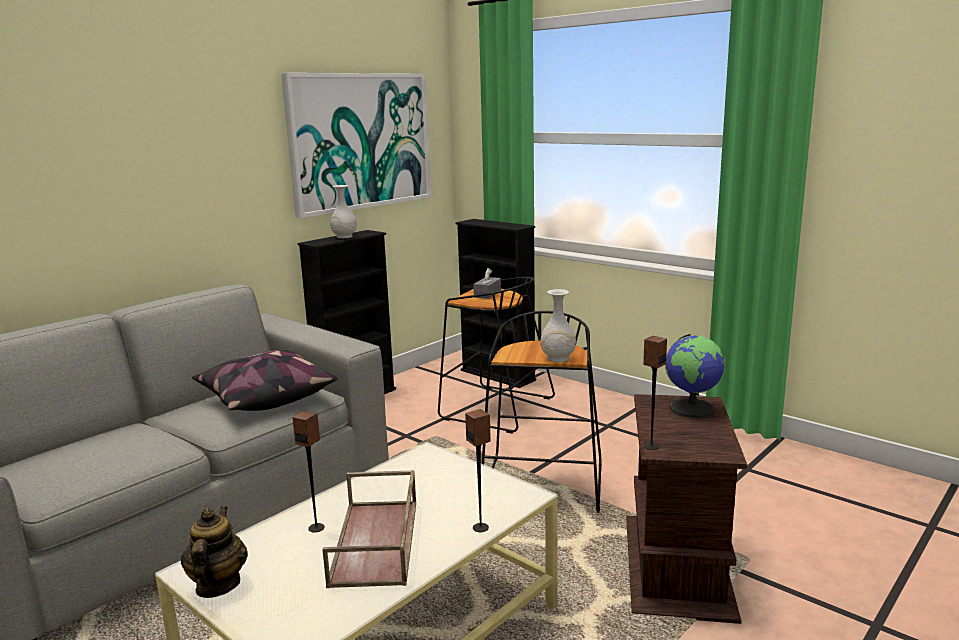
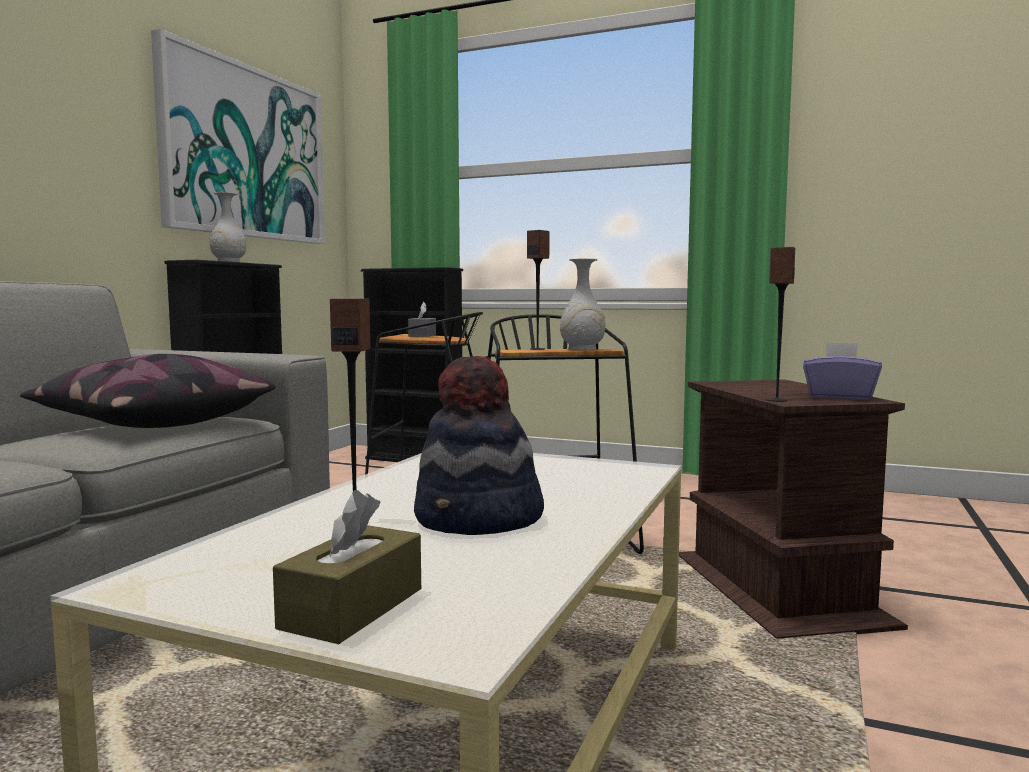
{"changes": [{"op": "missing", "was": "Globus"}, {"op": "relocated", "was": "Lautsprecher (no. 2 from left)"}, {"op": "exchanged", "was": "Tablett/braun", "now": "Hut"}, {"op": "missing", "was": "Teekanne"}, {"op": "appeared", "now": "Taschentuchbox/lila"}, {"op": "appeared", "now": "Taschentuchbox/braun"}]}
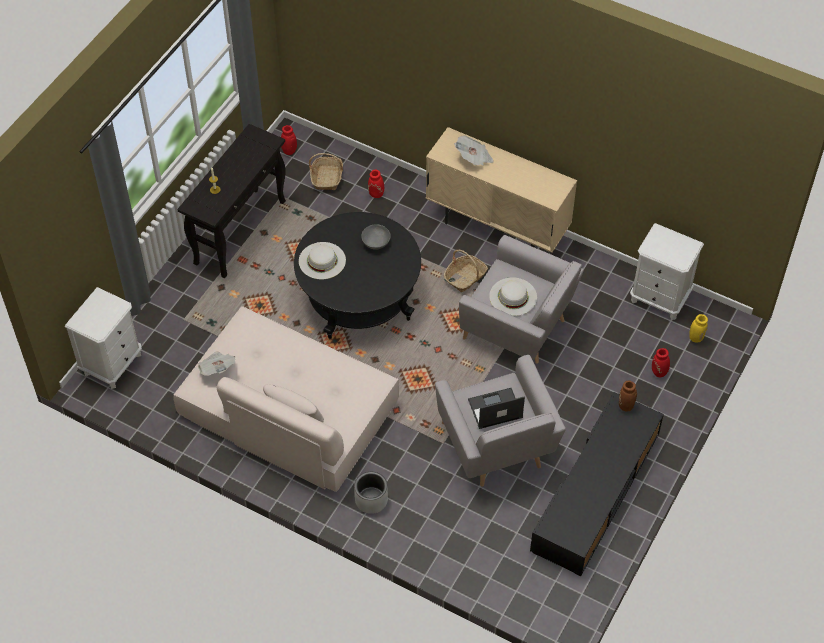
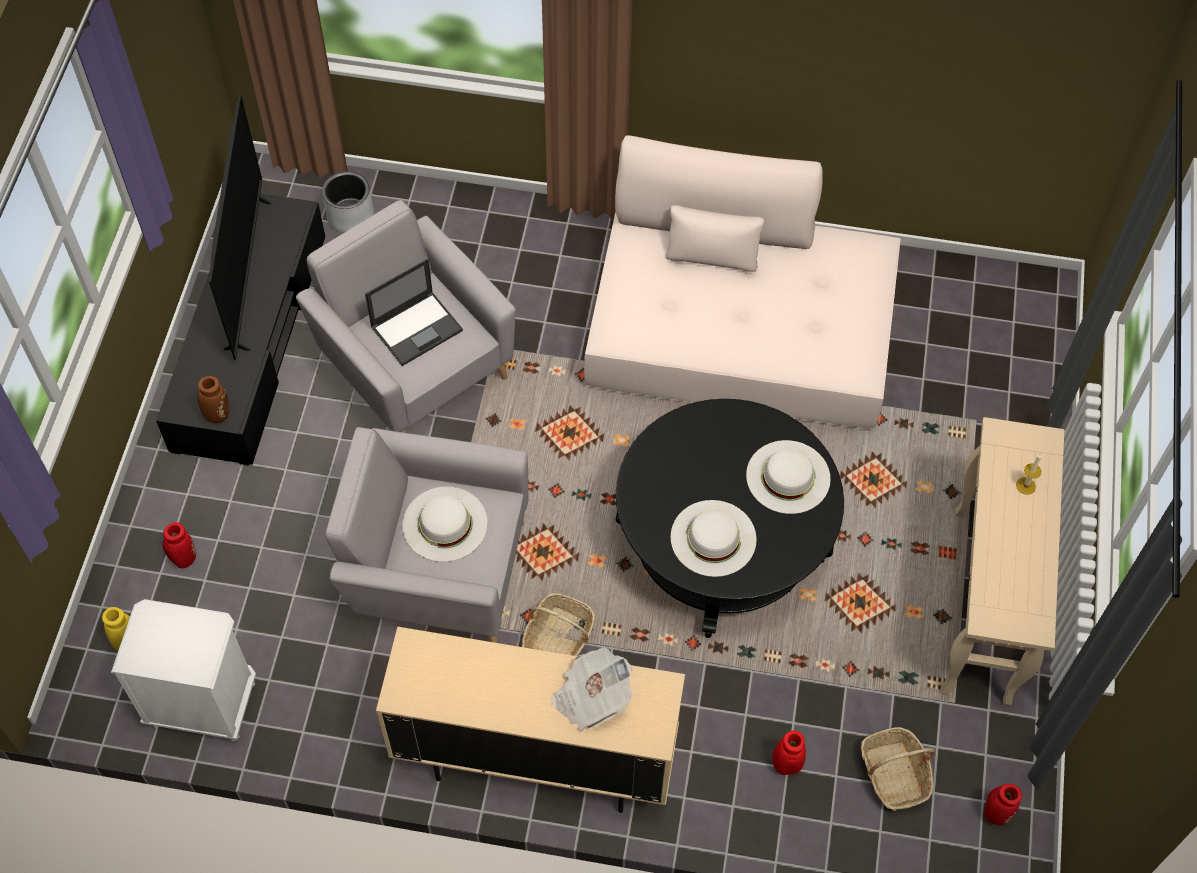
{"changes": [{"op": "colour", "was": "Konsolentisch/schwarz", "now": "Konsolentisch/beige"}, {"op": "exchanged", "was": "Schüssel/grau", "now": "Hut/weiß (no. 2 from left)"}, {"op": "missing", "was": "Nachttisch/weiß (no. 1 from left)"}, {"op": "missing", "was": "Zeitung (no. 1 from left)"}, {"op": "relocated", "was": "Pflanzkübel/grau"}, {"op": "appeared", "now": "Fernseher"}]}
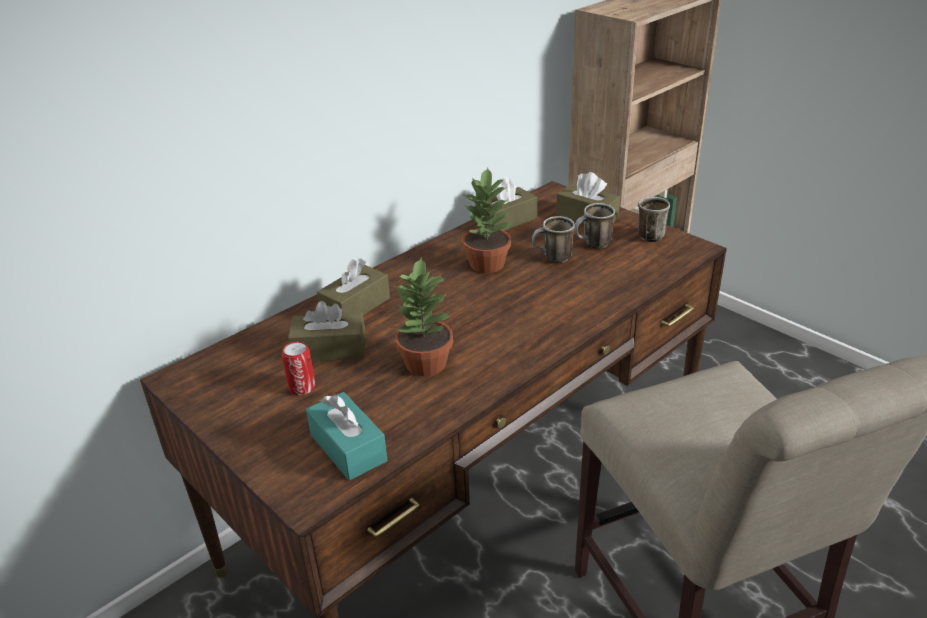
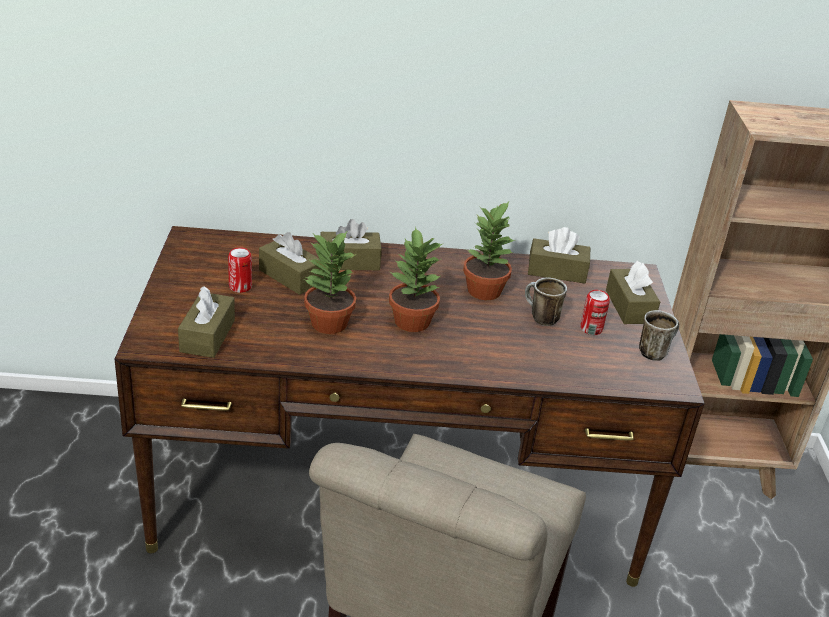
{"changes": [{"op": "exchanged", "was": "Henkelbecher (no. 2 from left)", "now": "Dose (no. 2 from left)"}, {"op": "colour", "was": "Taschentuchbox/türkis", "now": "Taschentuchbox/braun (no. 1 from left)"}, {"op": "appeared", "now": "Topfpflanze (no. 2 from left)"}]}
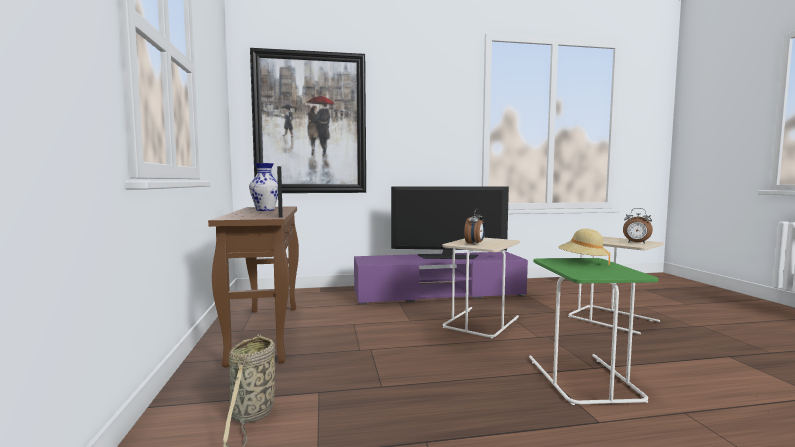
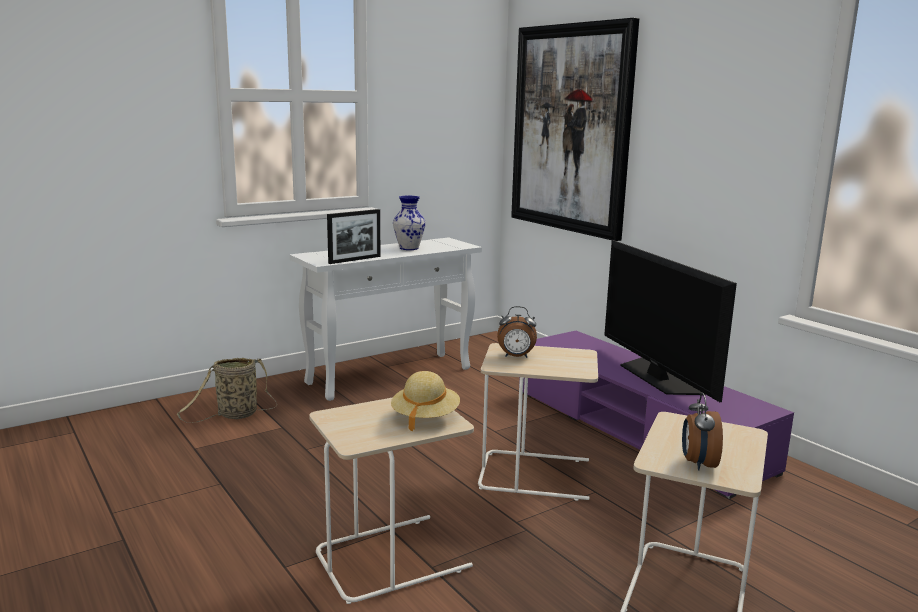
{"changes": [{"op": "colour", "was": "Konsolentisch/braun", "now": "Konsolentisch/weiß"}, {"op": "colour", "was": "Beistelltisch/grün", "now": "Beistelltisch/beige (no. 1 from left)"}]}
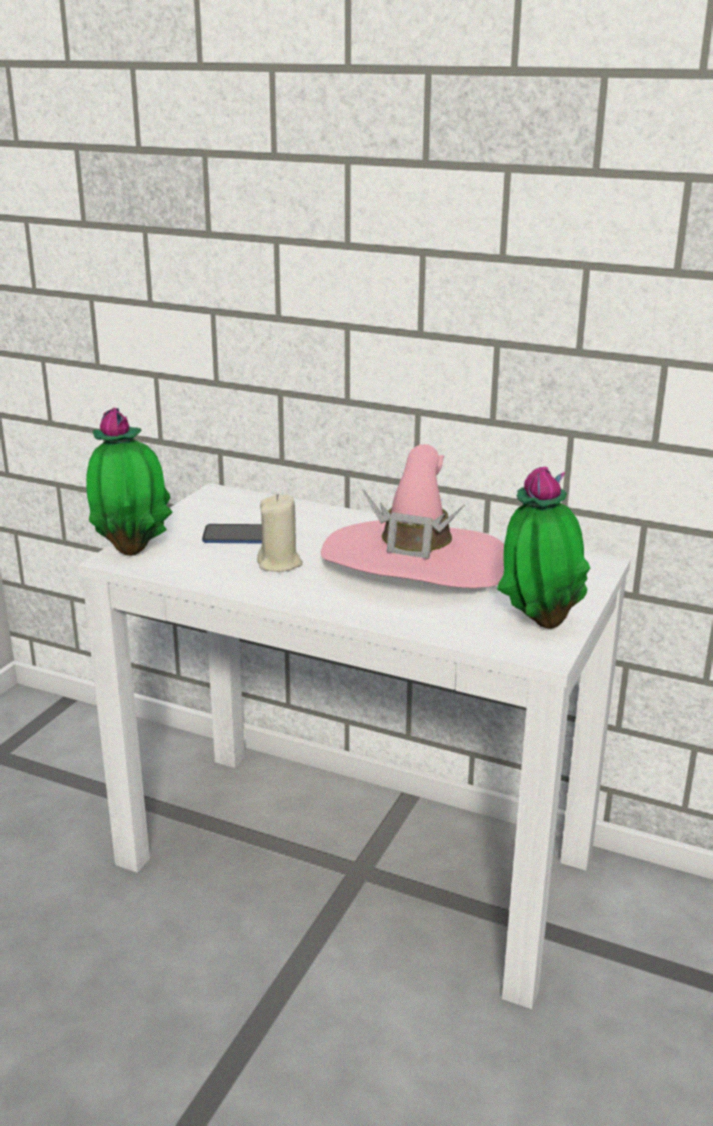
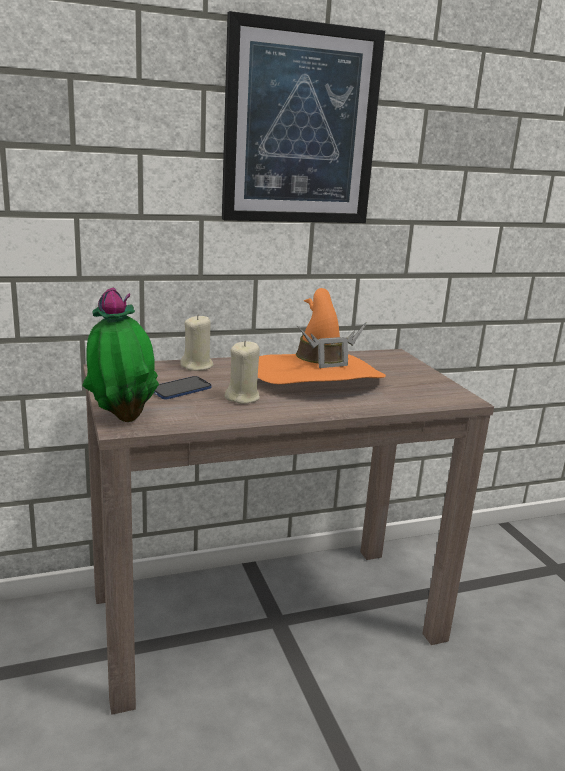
{"changes": [{"op": "colour", "was": "Hut/rosa", "now": "Hut/orange"}, {"op": "missing", "was": "Topfpflanze (no. 2 from left)"}, {"op": "colour", "was": "Konsolentisch/weiß", "now": "Konsolentisch/braun"}, {"op": "appeared", "now": "Bild"}, {"op": "appeared", "now": "Kerze/beige (no. 1 from left)"}]}
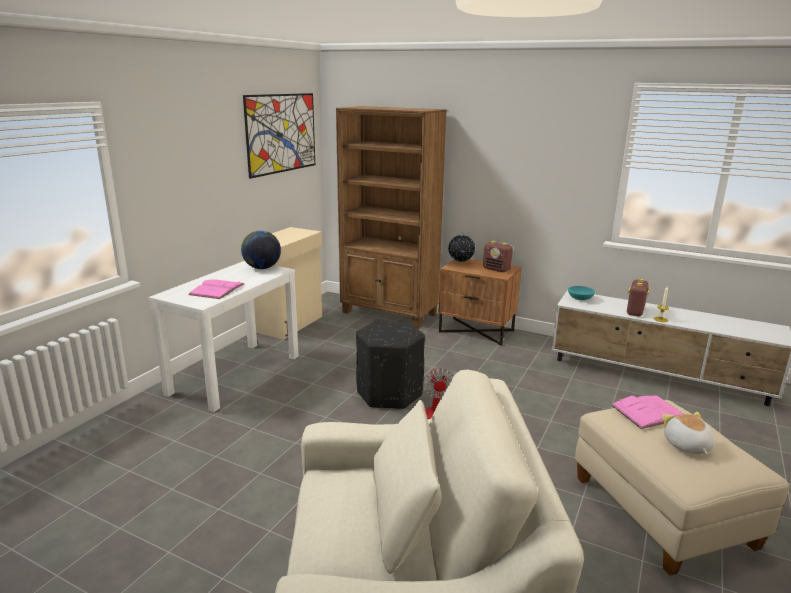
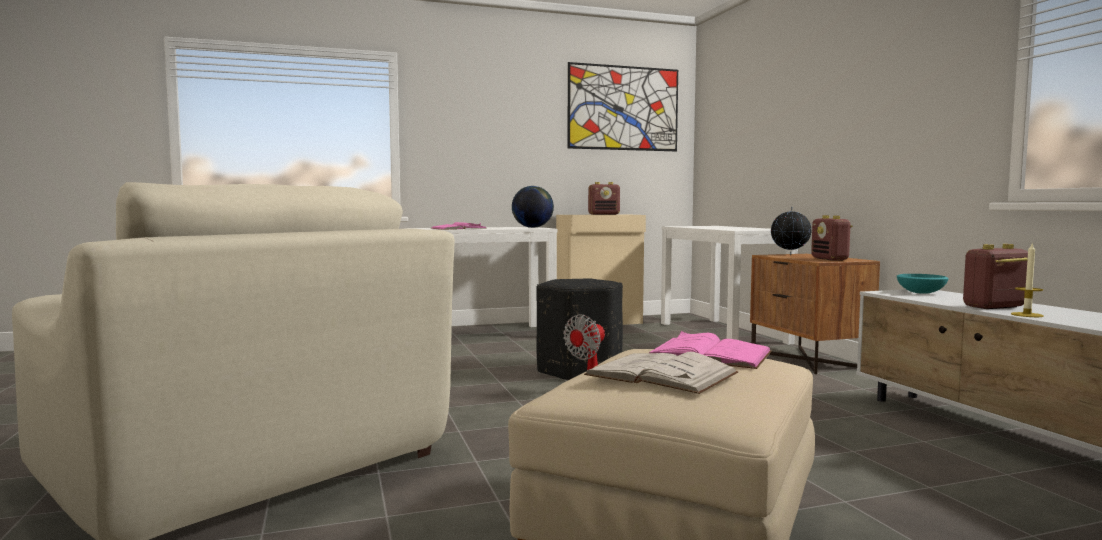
{"changes": [{"op": "exchanged", "was": "Bücherregal/braun", "now": "Konsolentisch/weiß (no. 2 from left)"}, {"op": "exchanged", "was": "Plüschtier", "now": "Buch/weiß"}, {"op": "appeared", "now": "Radio (no. 1 from left)"}]}
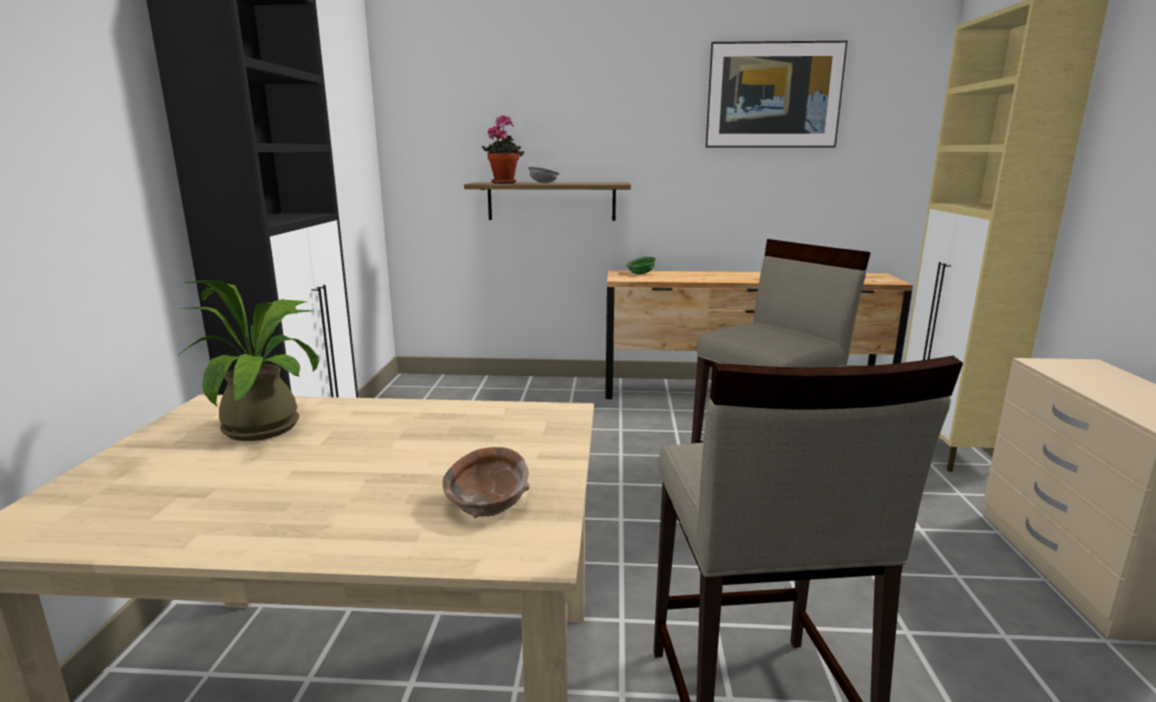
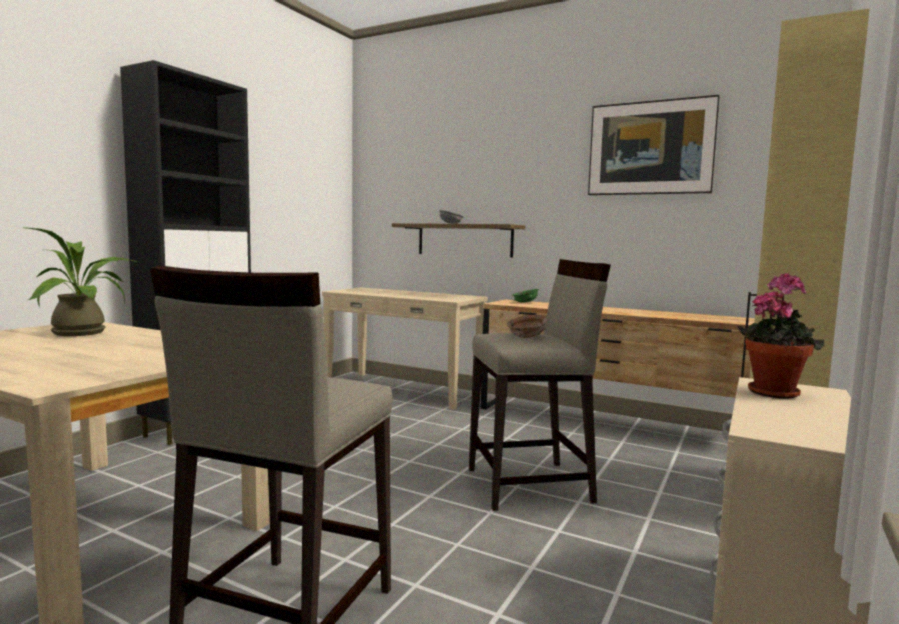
{"changes": [{"op": "relocated", "was": "Topfpflanze (no. 2 from left)"}, {"op": "relocated", "was": "Schüssel/braun"}, {"op": "appeared", "now": "Konsolentisch/beige"}]}
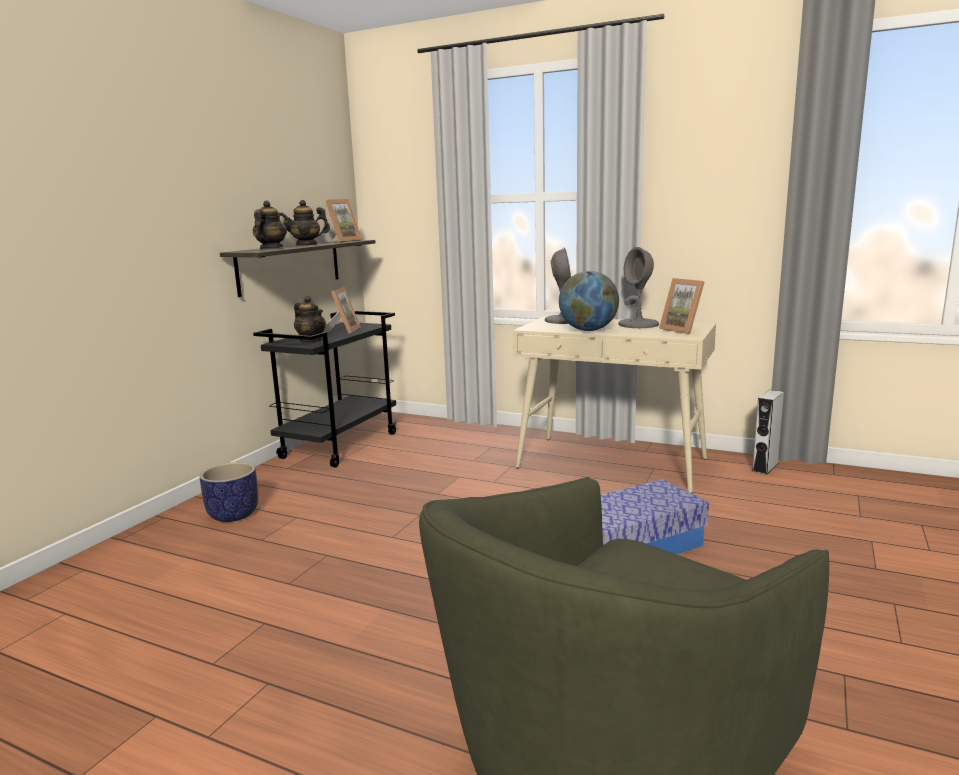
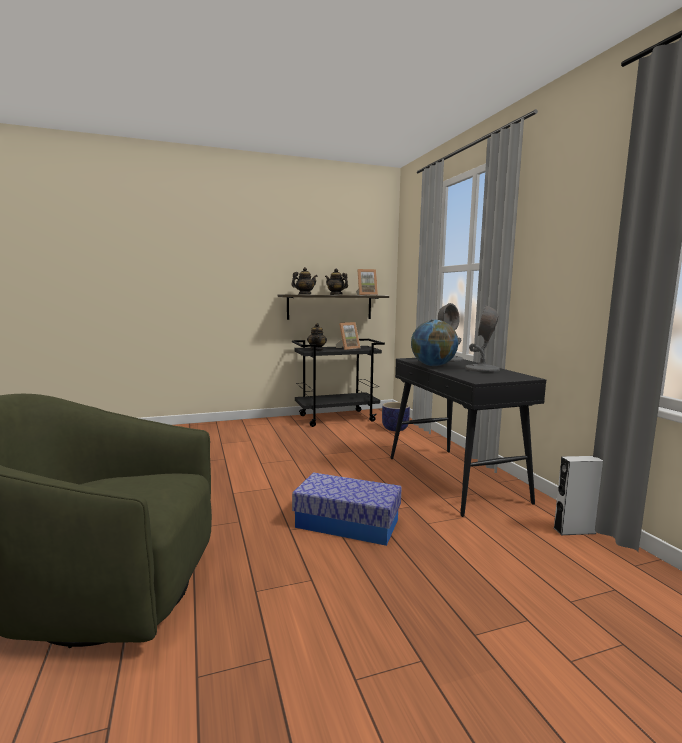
{"changes": [{"op": "missing", "was": "Bilderrahmen (no. 3 from left)"}, {"op": "colour", "was": "Konsolentisch/beige", "now": "Konsolentisch/schwarz"}, {"op": "relocated", "was": "Pflanzkübel"}]}
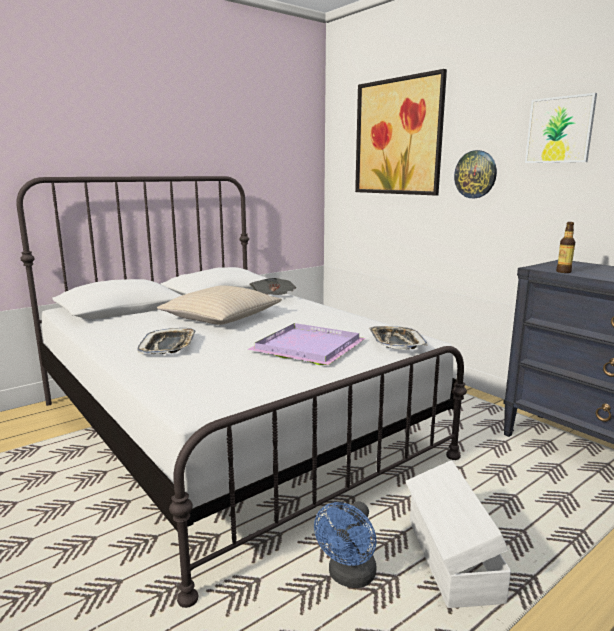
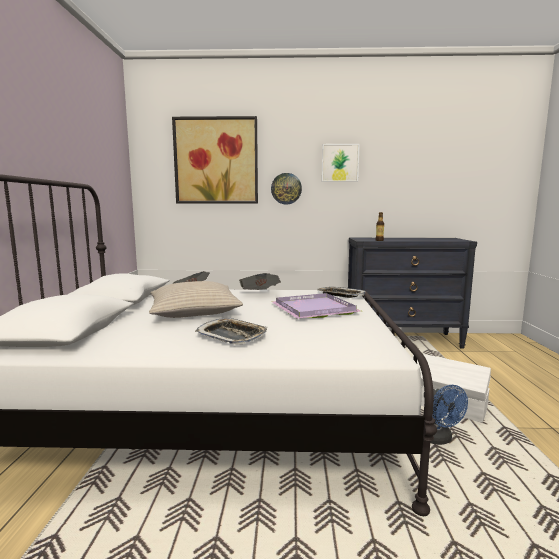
{"changes": [{"op": "appeared", "now": "Zeitung (no. 2 from left)"}]}
